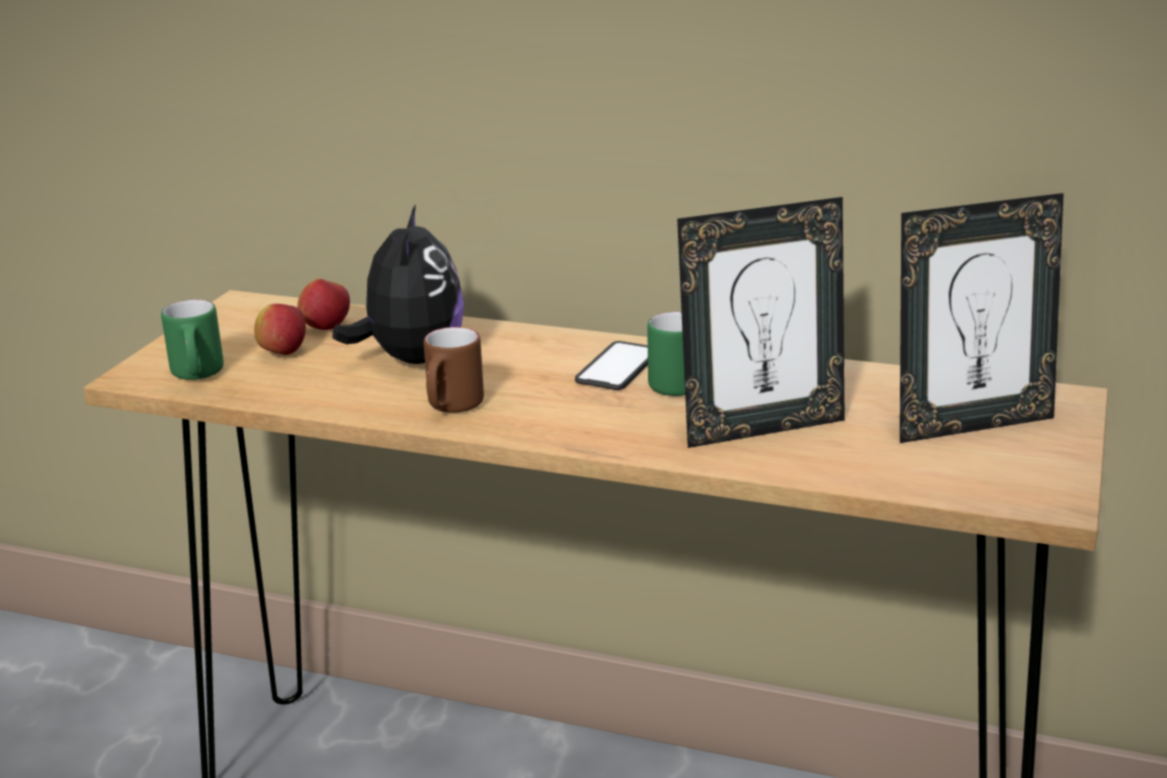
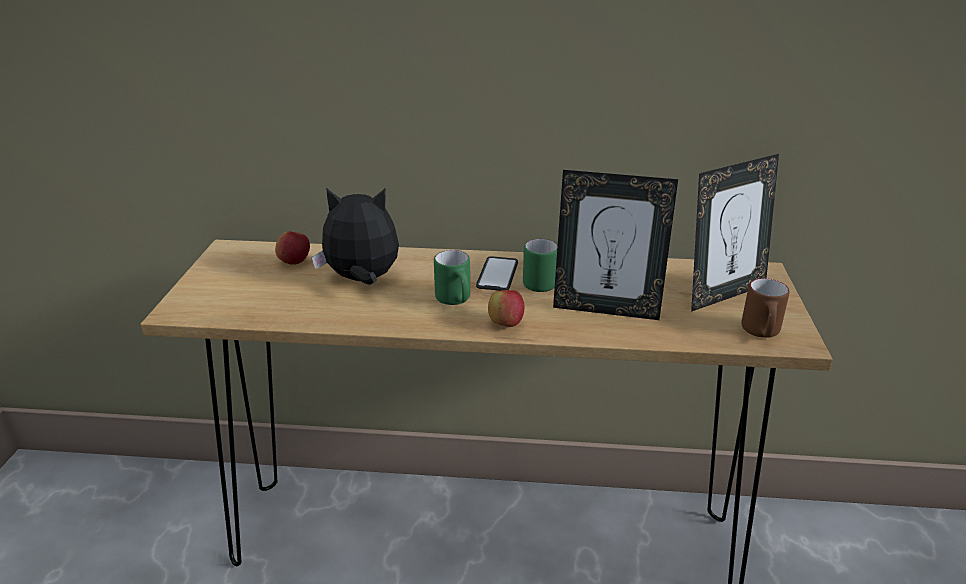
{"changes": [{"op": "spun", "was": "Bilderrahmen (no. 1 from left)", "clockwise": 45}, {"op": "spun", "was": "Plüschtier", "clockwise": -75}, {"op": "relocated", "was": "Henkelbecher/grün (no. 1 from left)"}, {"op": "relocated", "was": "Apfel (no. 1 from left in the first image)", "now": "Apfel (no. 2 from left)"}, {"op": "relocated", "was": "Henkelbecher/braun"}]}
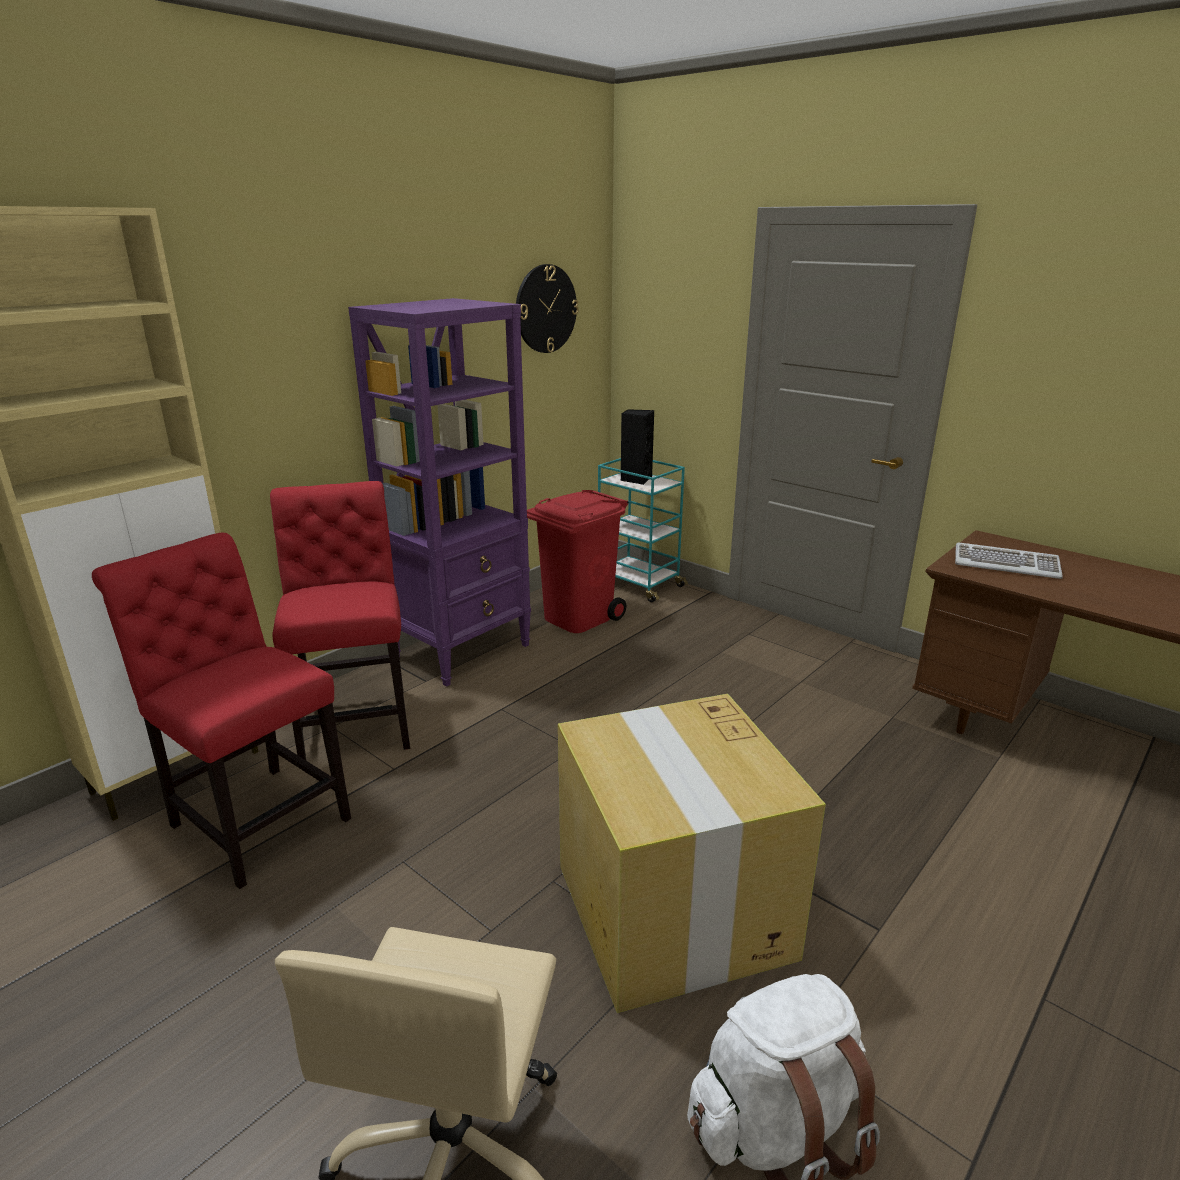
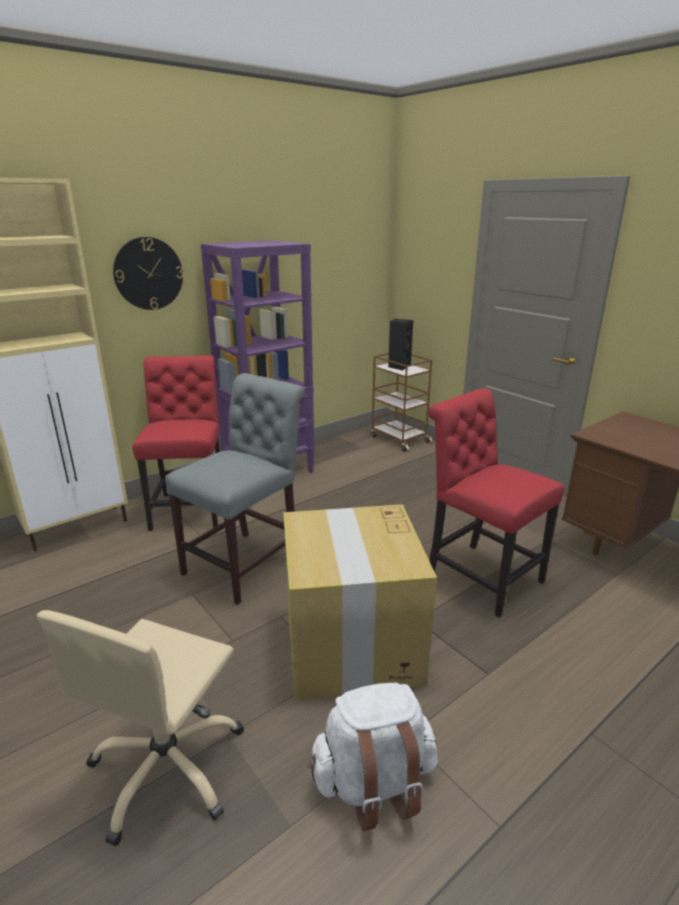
{"changes": [{"op": "relocated", "was": "Wanduhr"}, {"op": "colour", "was": "Rollwagen/türkis", "now": "Rollwagen/braun"}, {"op": "missing", "was": "Mülleimer/rot"}, {"op": "relocated", "was": "Stuhl/rot (no. 1 from left in the first image)", "now": "Stuhl/rot (no. 2 from left)"}, {"op": "missing", "was": "Tastatur"}, {"op": "appeared", "now": "Stuhl/grau"}]}
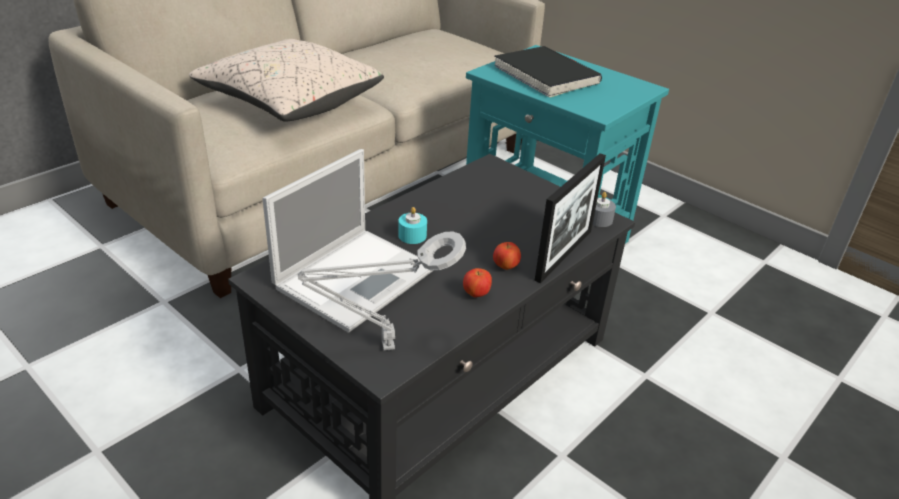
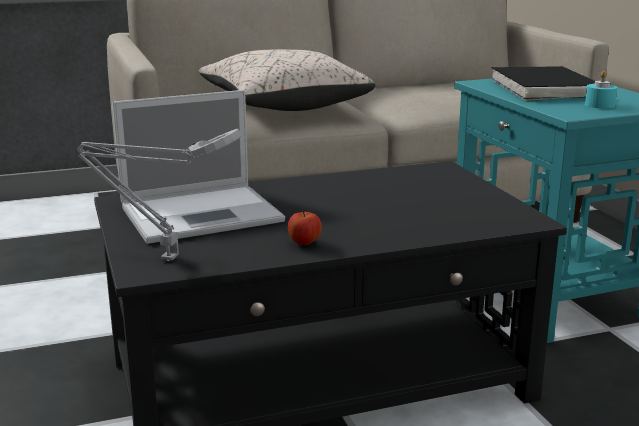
{"changes": [{"op": "missing", "was": "Bilderrahmen"}, {"op": "missing", "was": "Kerze/grau"}, {"op": "relocated", "was": "Kerze/türkis"}, {"op": "missing", "was": "Apfel (no. 2 from left)"}]}
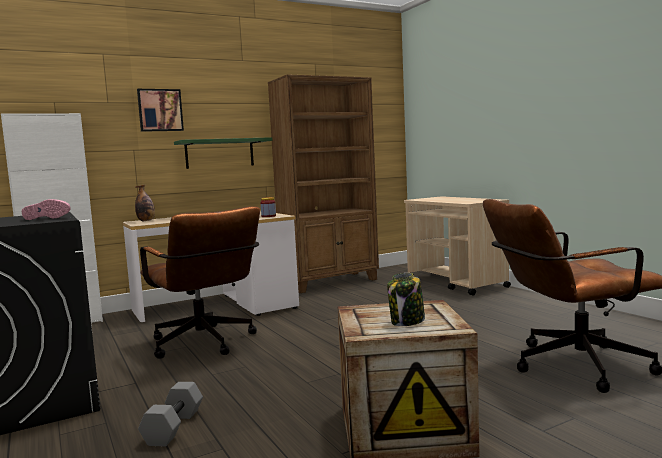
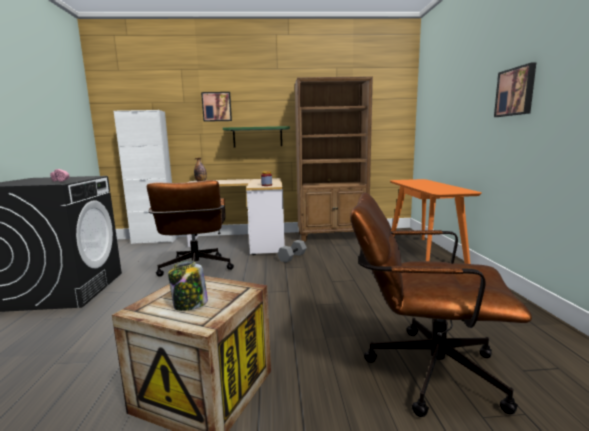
{"changes": [{"op": "exchanged", "was": "Rollwagen/beige", "now": "Konsolentisch/orange"}, {"op": "relocated", "was": "Hantel/grau"}, {"op": "appeared", "now": "Bild (no. 2 from left)"}]}
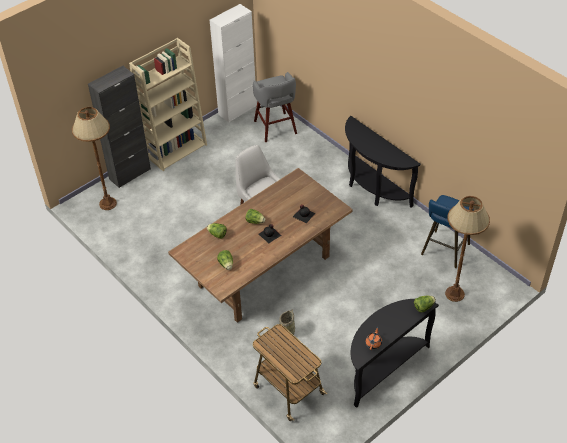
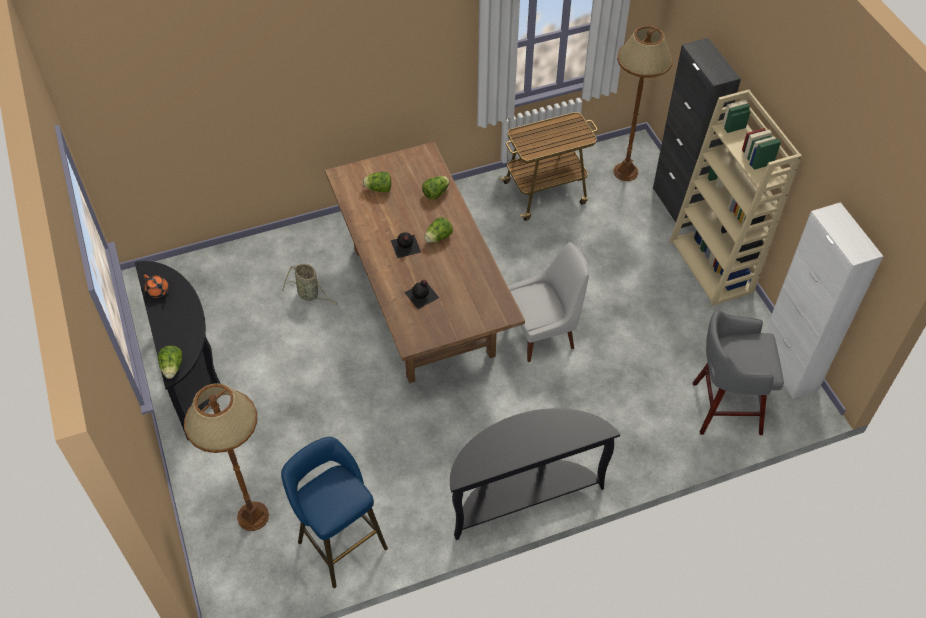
{"changes": [{"op": "relocated", "was": "Rollwagen"}]}
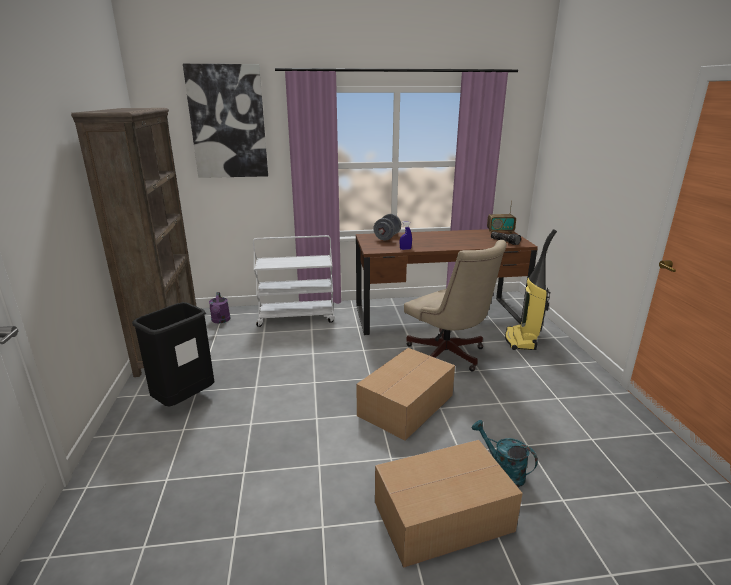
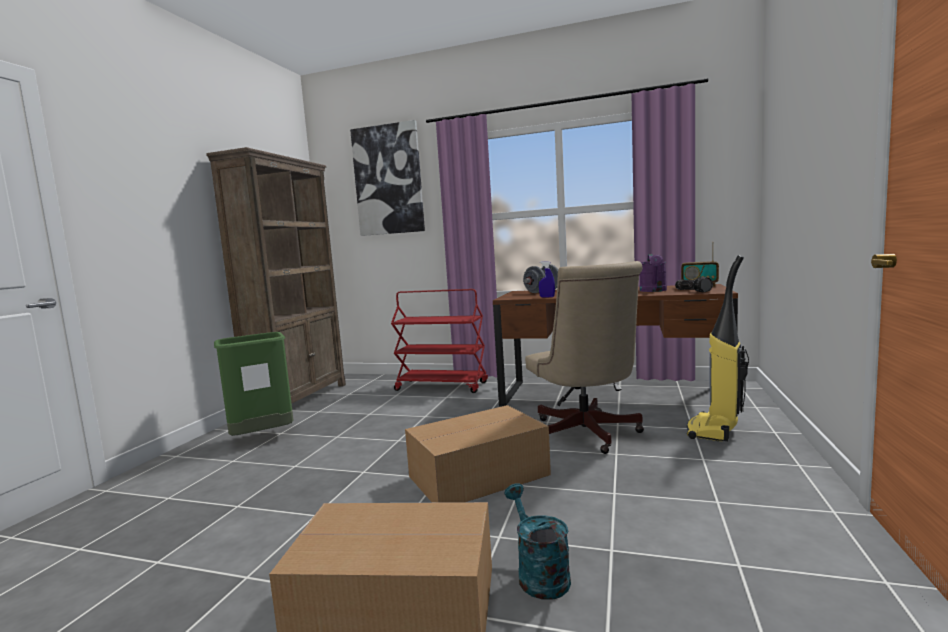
{"changes": [{"op": "colour", "was": "Rollwagen/weiß", "now": "Rollwagen/rot"}, {"op": "relocated", "was": "Gießkanne/lila"}, {"op": "colour", "was": "Mülleimer/schwarz", "now": "Mülleimer/grün"}]}
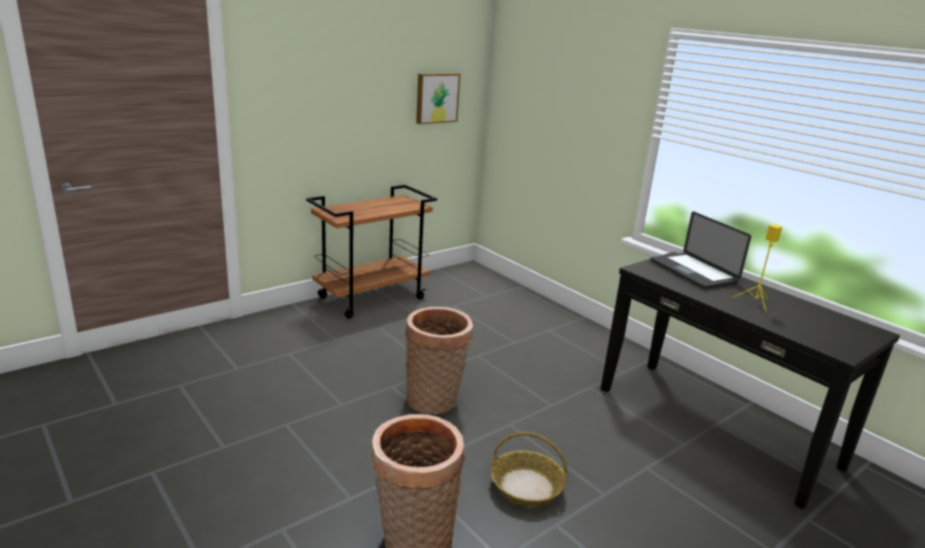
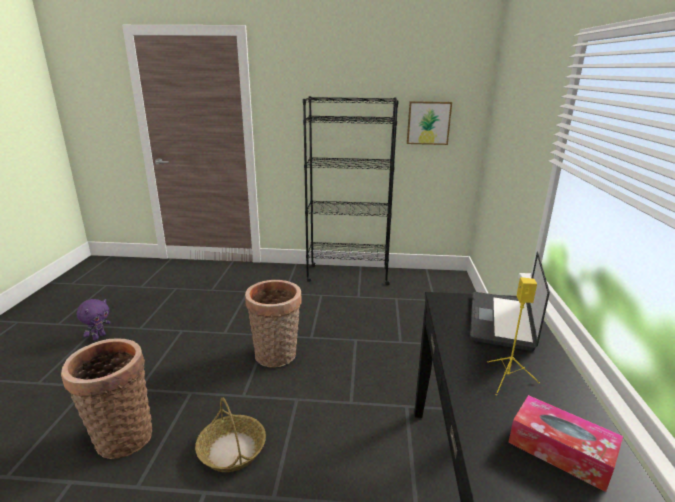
{"changes": [{"op": "exchanged", "was": "Rollwagen/braun", "now": "Bücherregal/schwarz"}, {"op": "appeared", "now": "Plüschtier/lila"}, {"op": "appeared", "now": "Taschentuchbox"}]}
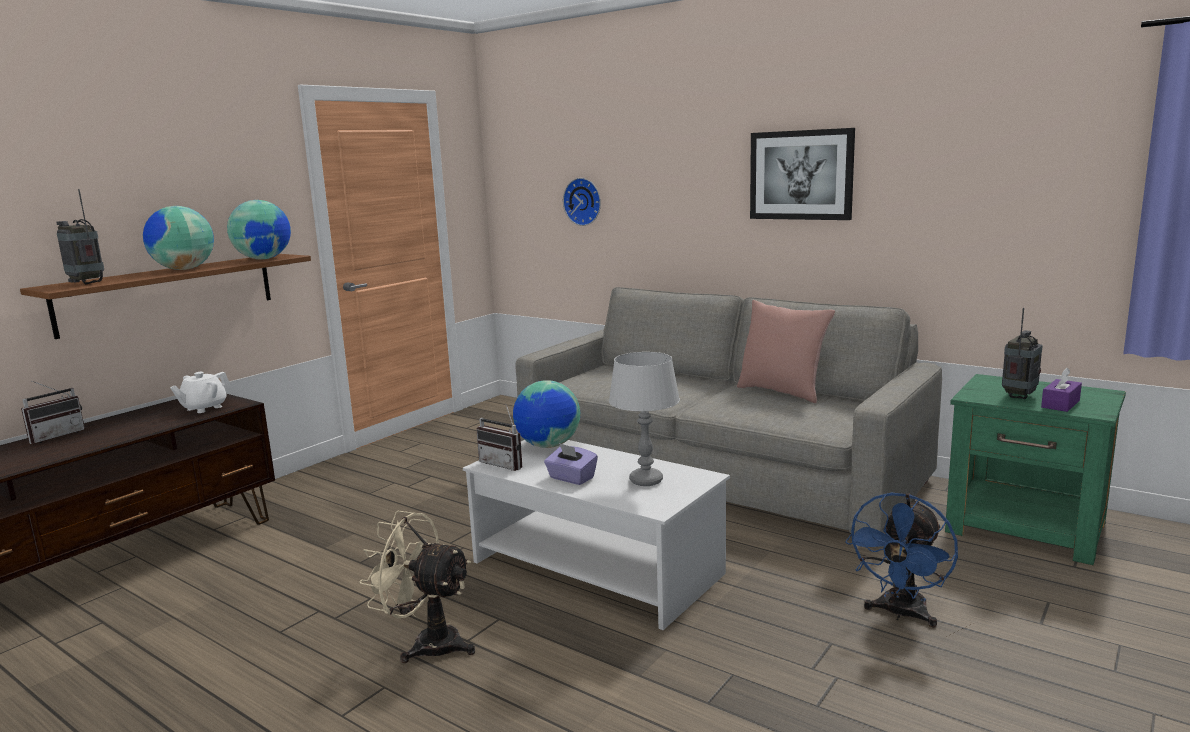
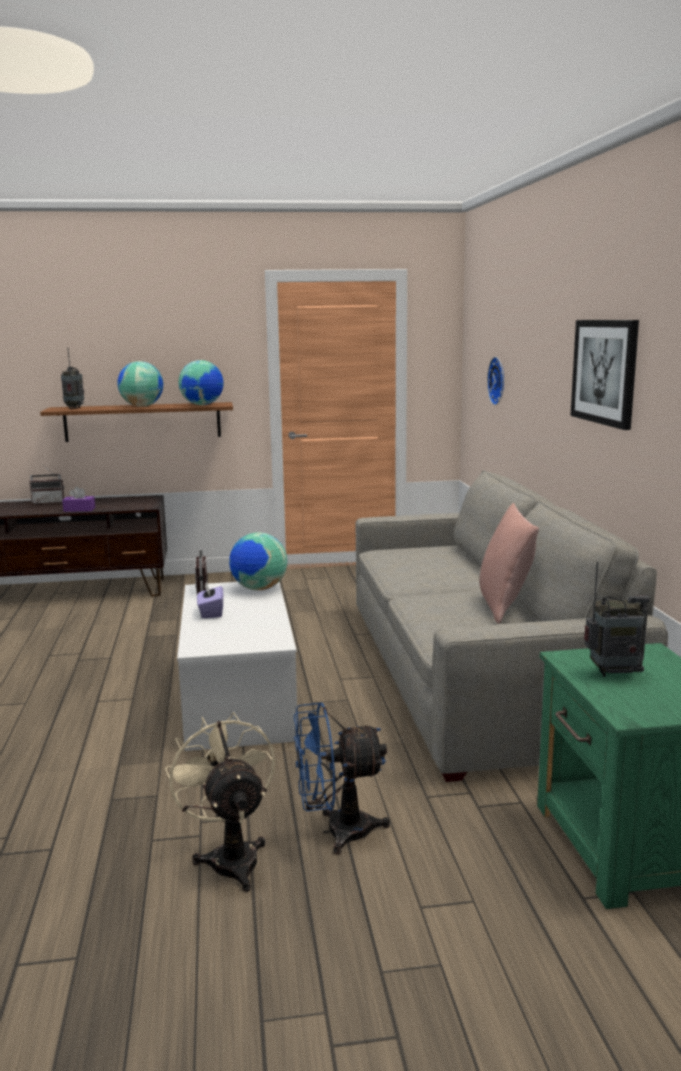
{"changes": [{"op": "missing", "was": "Tischlampe/grau"}, {"op": "relocated", "was": "Taschentuchbox/lila (no. 2 from left in the first image)", "now": "Taschentuchbox/lila (no. 1 from left)"}, {"op": "missing", "was": "Teekanne/weiß"}, {"op": "relocated", "was": "Ventilator/beige"}]}
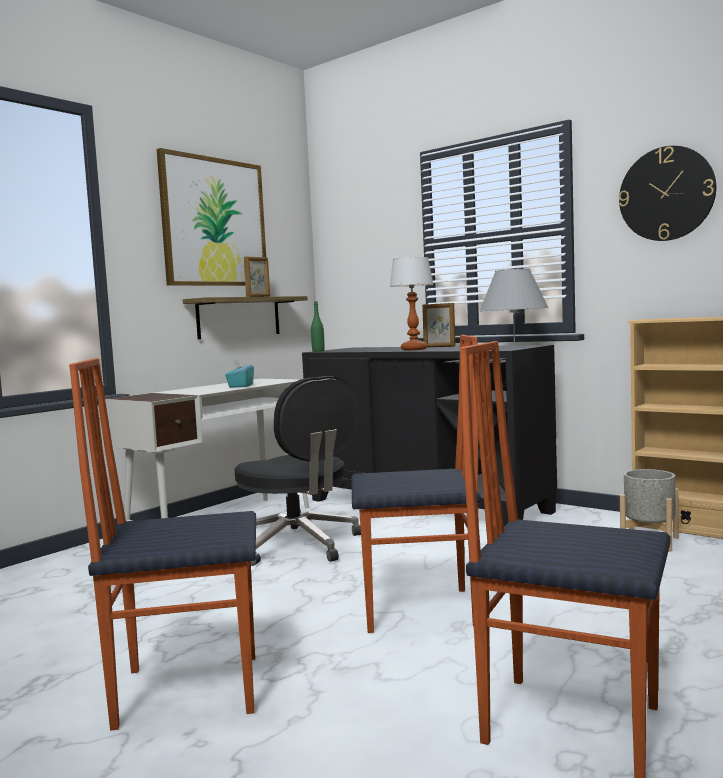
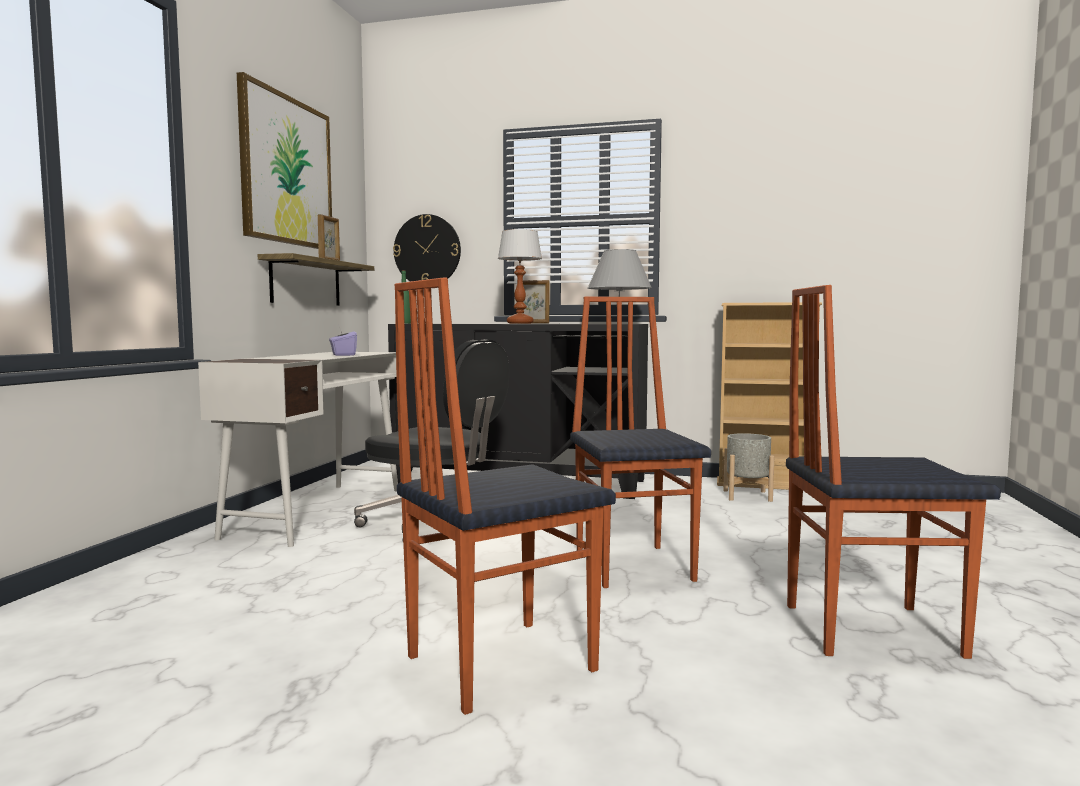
{"changes": [{"op": "relocated", "was": "Wanduhr"}, {"op": "spun", "was": "Stuhl (no. 2 from left)", "clockwise": -75}, {"op": "colour", "was": "Taschentuchbox/türkis", "now": "Taschentuchbox/lila"}]}
